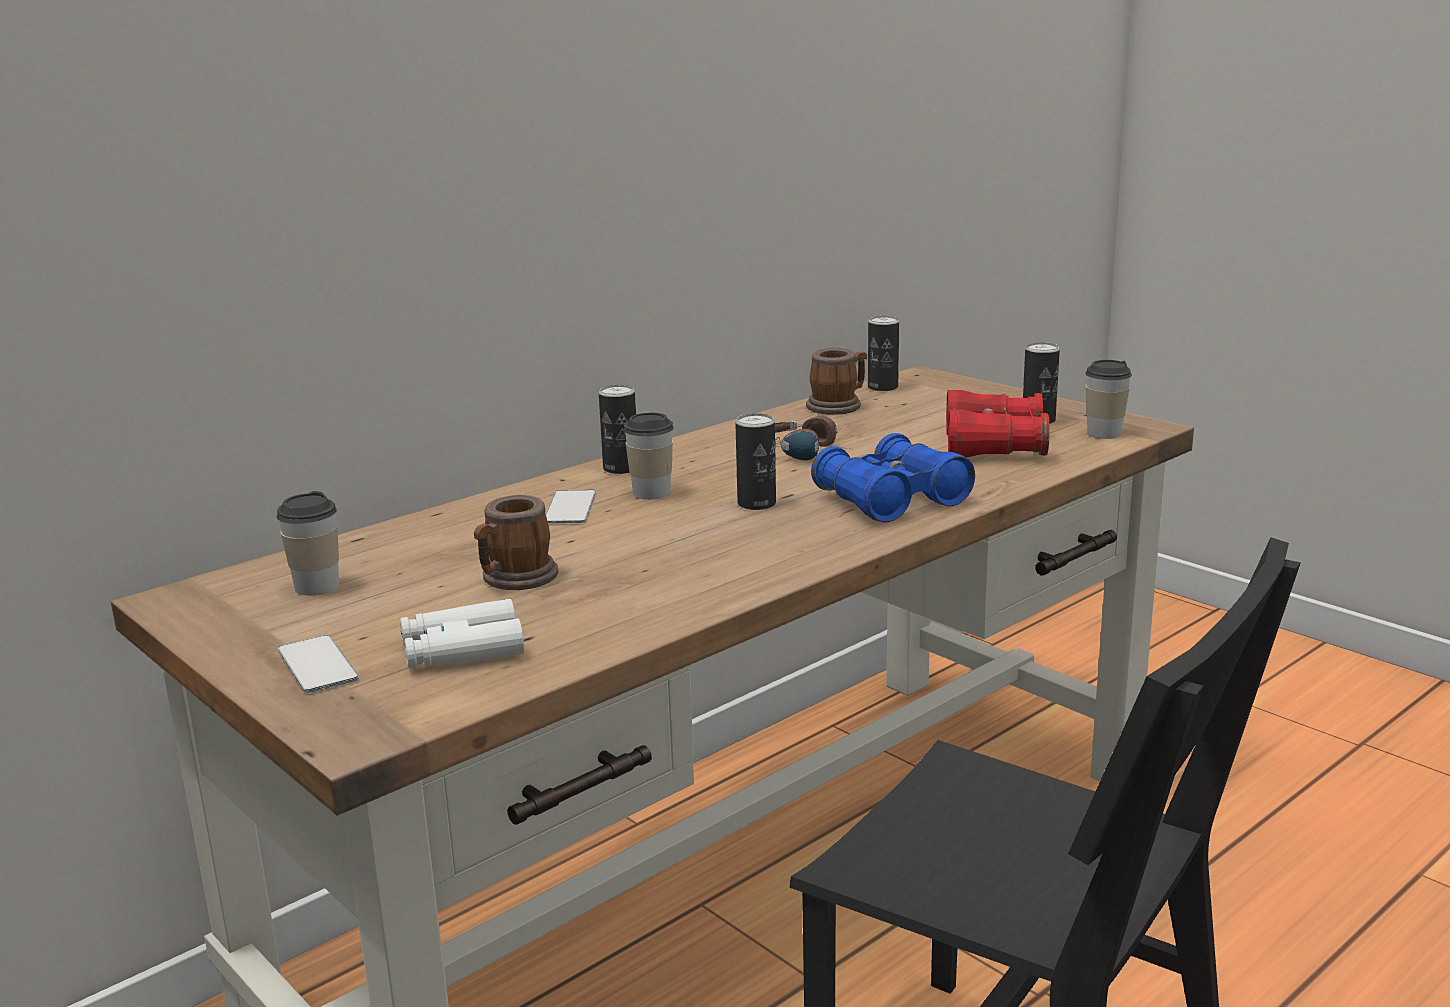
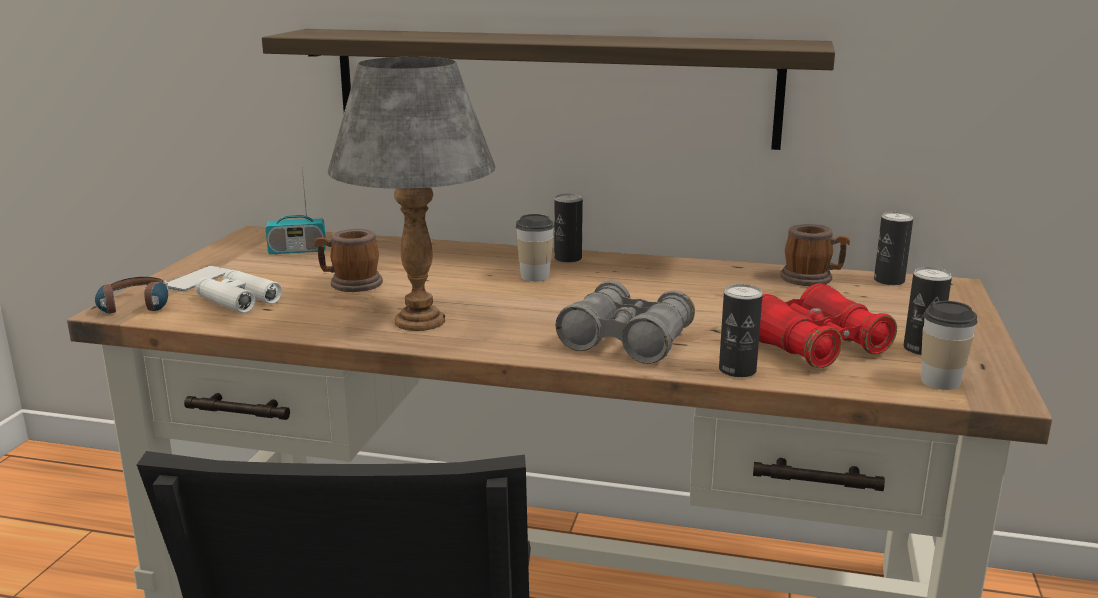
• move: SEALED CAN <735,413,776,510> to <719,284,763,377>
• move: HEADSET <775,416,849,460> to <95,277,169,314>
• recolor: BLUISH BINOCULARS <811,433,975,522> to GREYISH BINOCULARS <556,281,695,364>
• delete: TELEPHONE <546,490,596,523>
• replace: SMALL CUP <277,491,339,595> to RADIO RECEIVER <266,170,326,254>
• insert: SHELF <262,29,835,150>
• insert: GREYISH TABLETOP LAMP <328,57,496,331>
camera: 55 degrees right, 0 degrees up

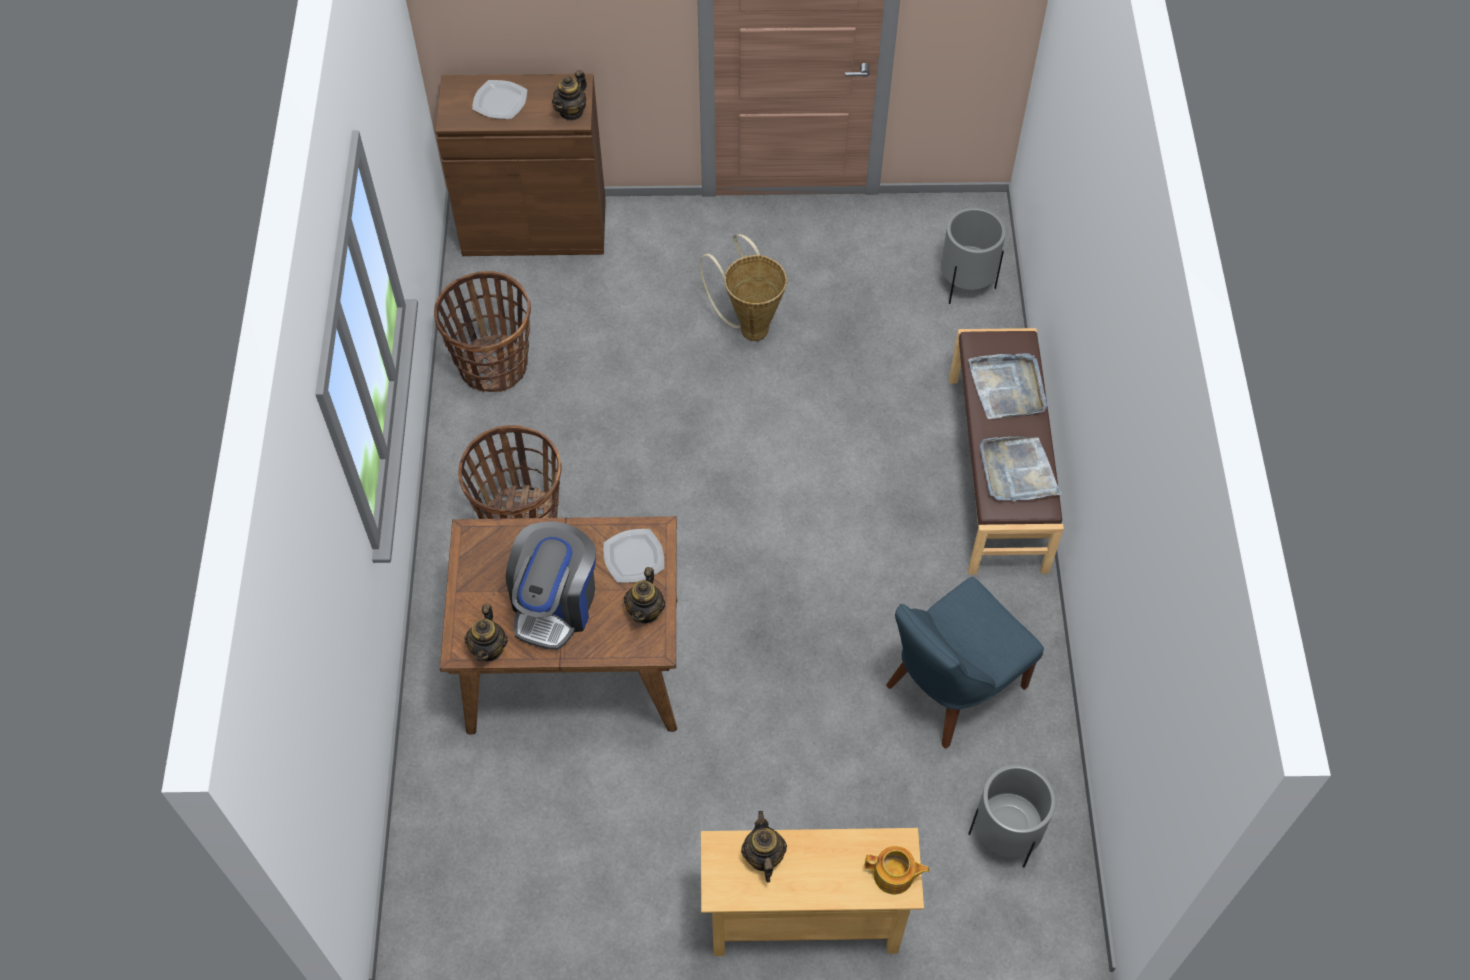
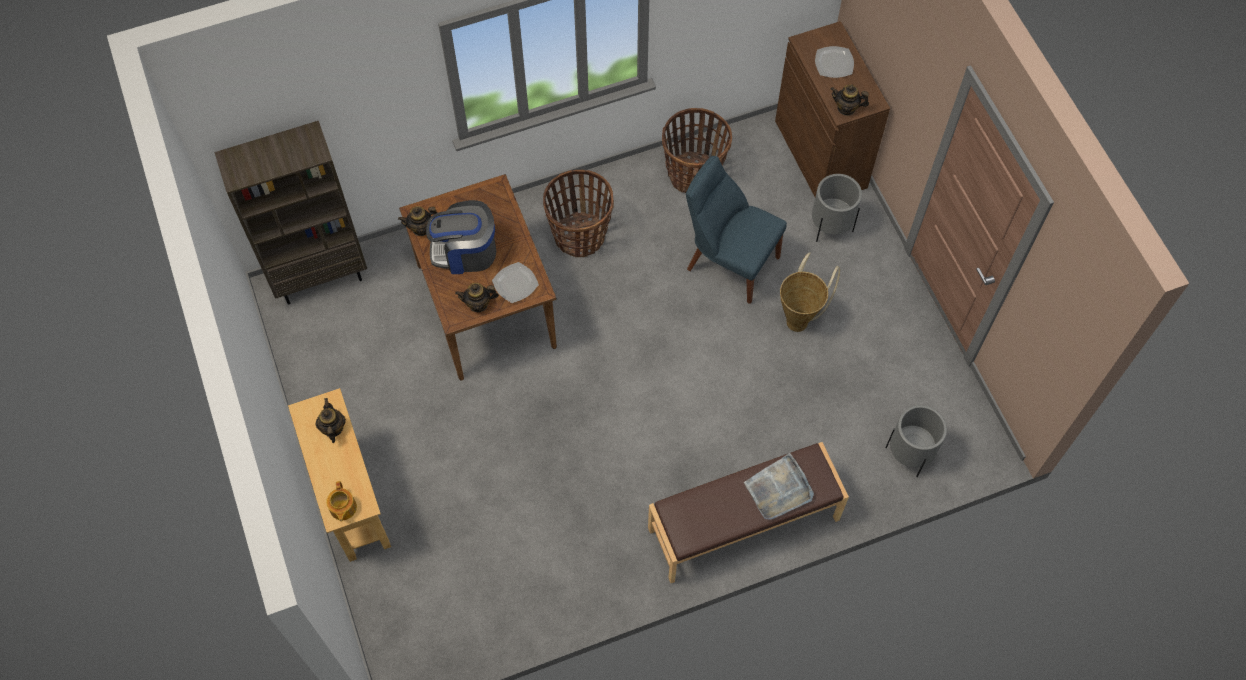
• delete: GREYISH CARRYING TRAY <980,436,1062,501>
• move: BLUISH PLAIN CHAIR <886,577,1044,749> to <686,156,787,304>
• move: GREYISH FLOWER POT <968,764,1056,868> to <812,174,862,242>
• rotate: TEA POT <741,811,787,883> = <315,398,346,443> 75 degrees counterclockwise
• insert: BROWNISH BOOKCASE <214,121,367,304>
camera: 70 degrees right, 5 degrees up

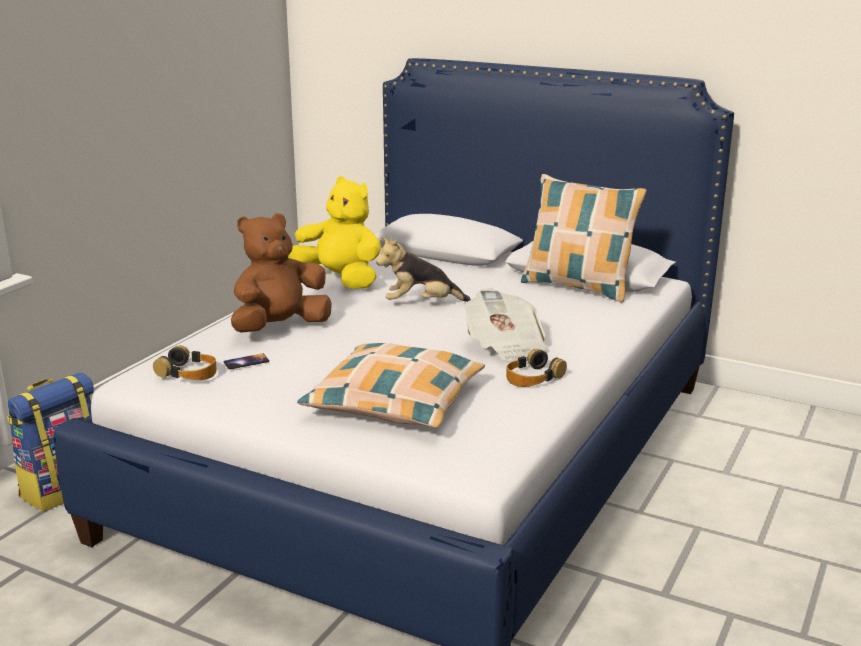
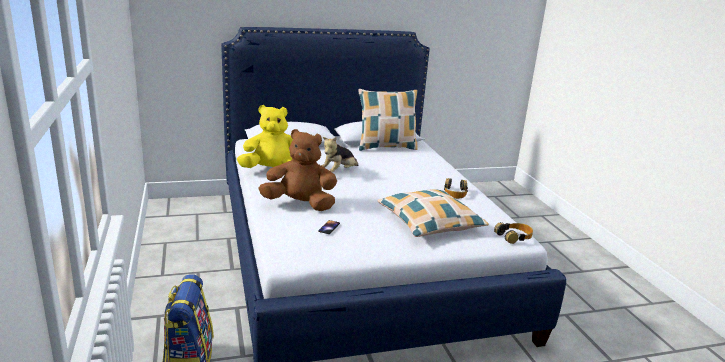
• rotate: BROWNISH PLUSH TOY <231,213,332,333> = <258,129,337,211> 90 degrees clockwise
• delete: NEWSPAPER <464,288,548,364>
• move: HEADSET <153,345,217,380> to <494,222,533,244>
camera: 45 degrees left, 0 degrees up

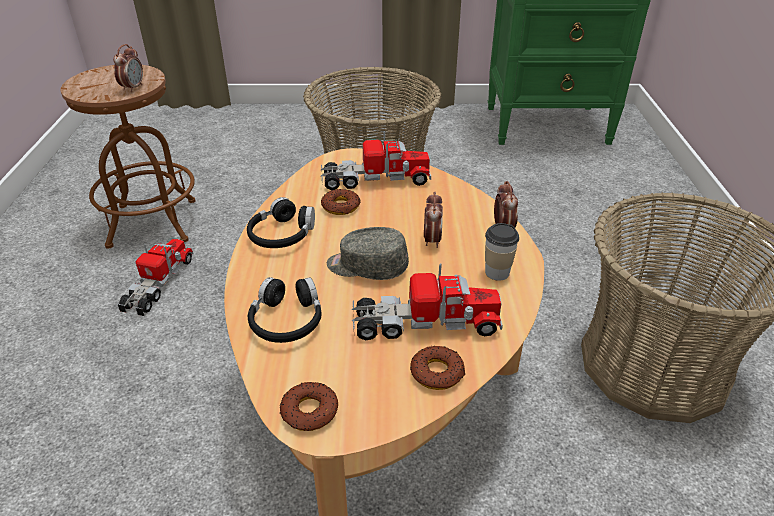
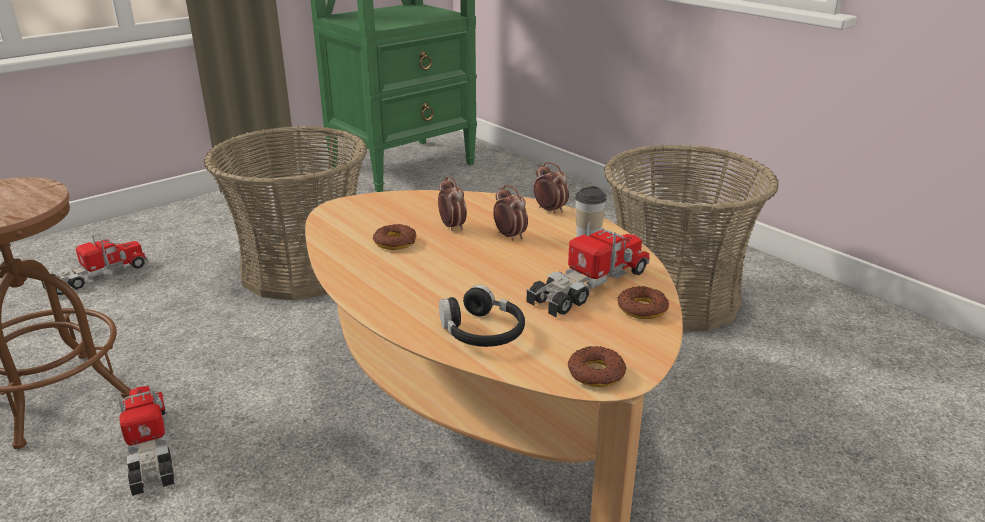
• move: TABLE CLOCK <113,44,143,92> to <438,176,467,231>
• move: MODEL TRUCK <321,132,431,190> to <41,234,148,295>
• delete: BLACKISH HEADSET <247,197,315,248>
• delete: GREYISH PEAKED CAP <327,227,409,280>
camera: 40 degrees left, 10 degrees down

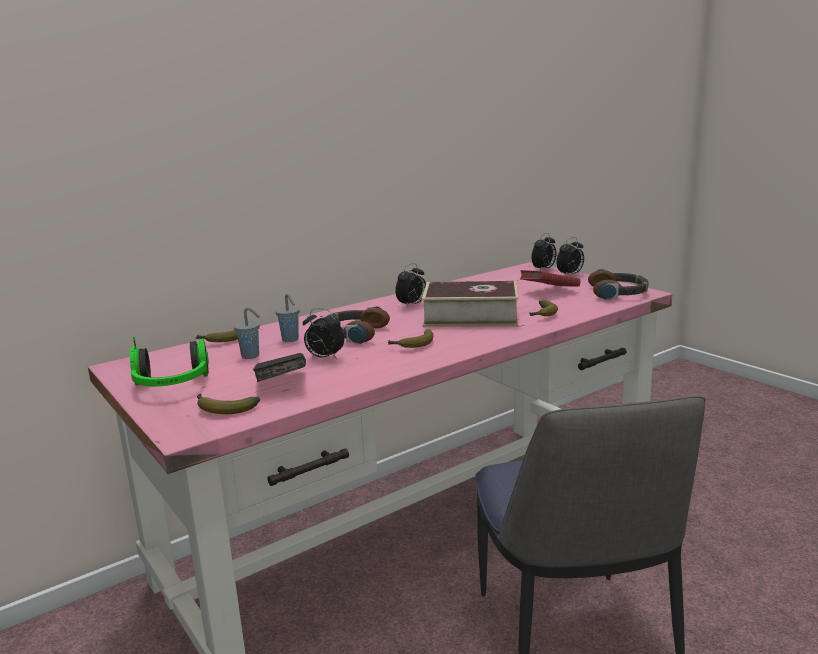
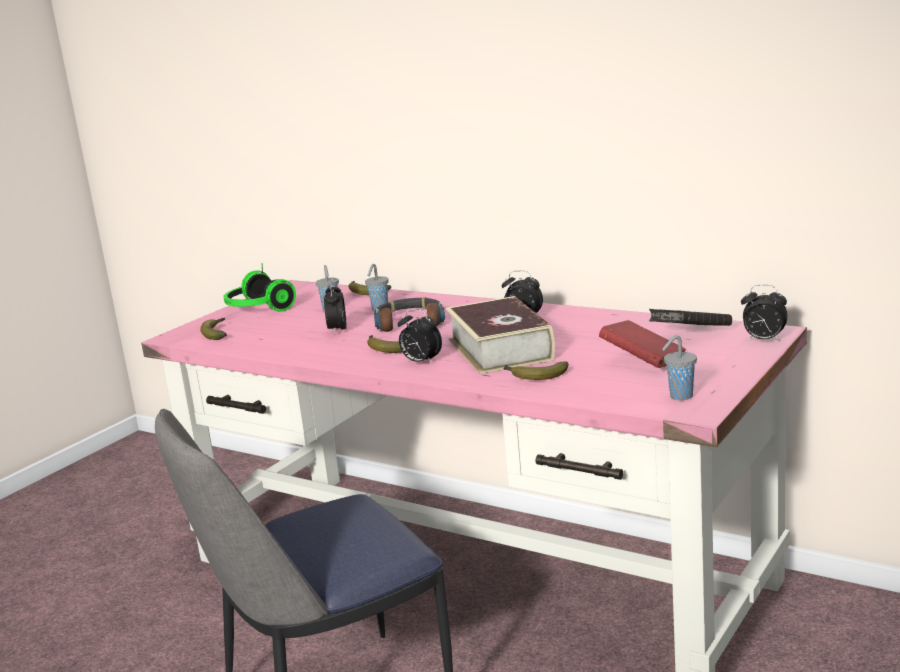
• move: TABLE CLOCK <556,237,584,276> to <398,309,442,364>
• replace: HEADSET <588,269,649,300> to GREYISH SMALL CUP <662,335,697,400>
• move: BLACKISH BOOK <253,353,306,382> to <649,309,732,326>
camera: 70 degrees right, 0 degrees up

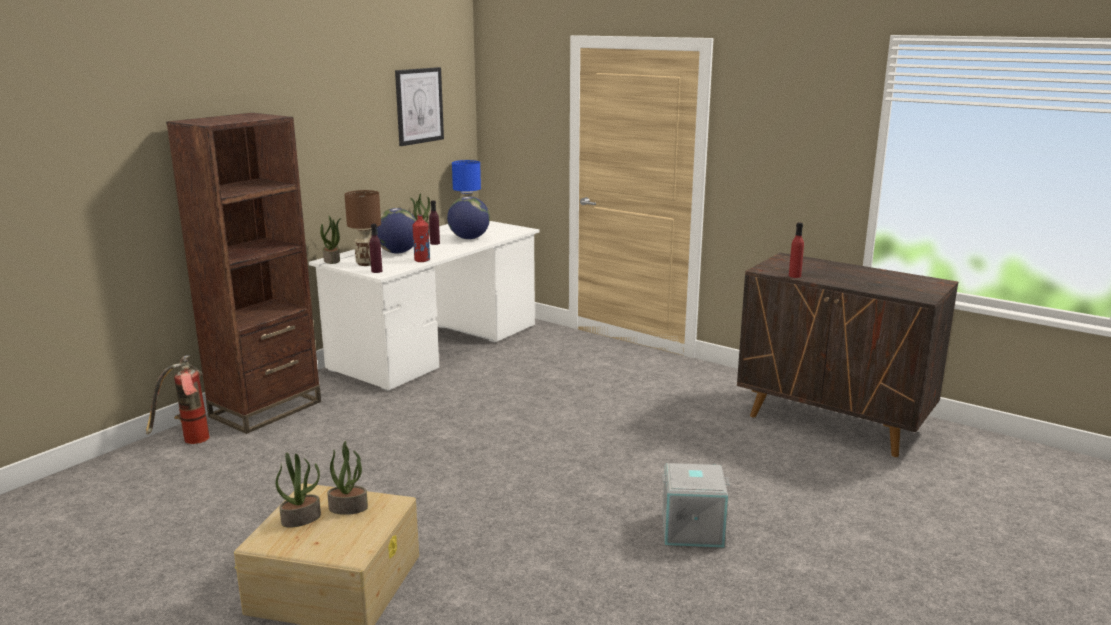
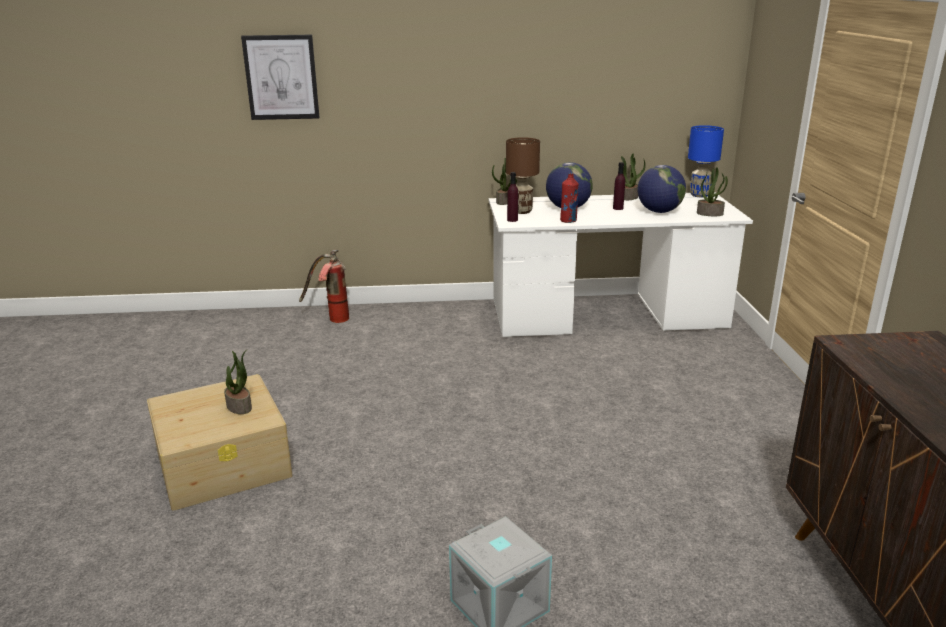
• move: WALL ART <395,67,444,146> to <241,35,320,120>
• delete: BROWNISH BOOKCASE <166,113,321,434>
• delete: RED-COLOURED BEVERAGE BOTTLE <789,223,804,278>
• move: POTTED PLANT <276,453,321,528> to <697,167,728,216>
camera: 50 degrees right, 5 degrees up

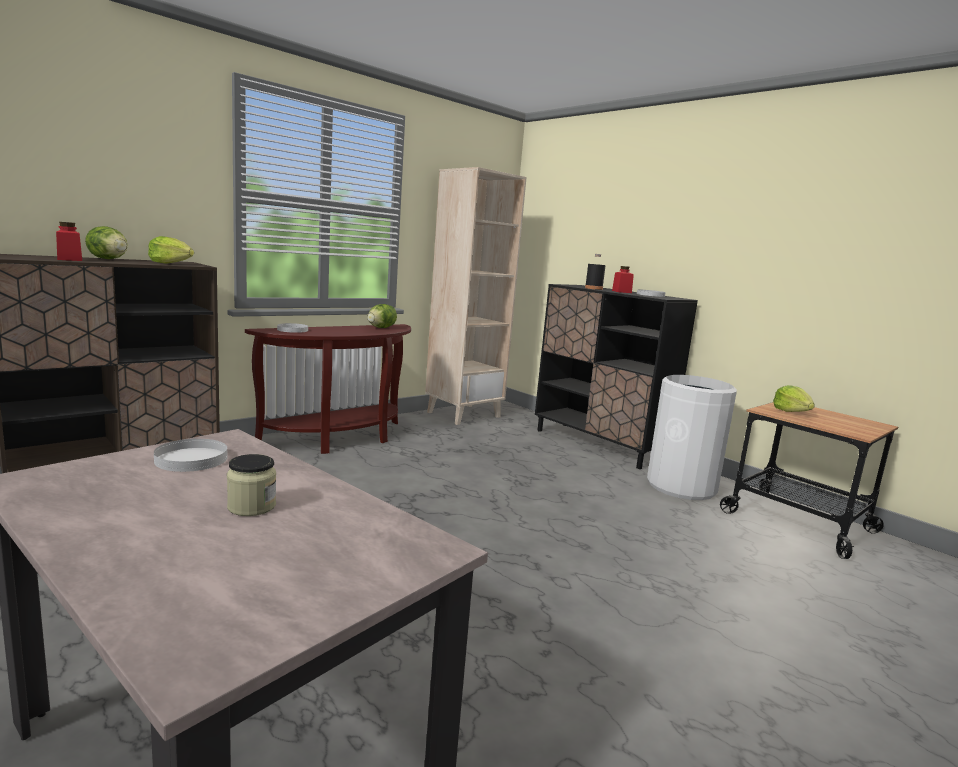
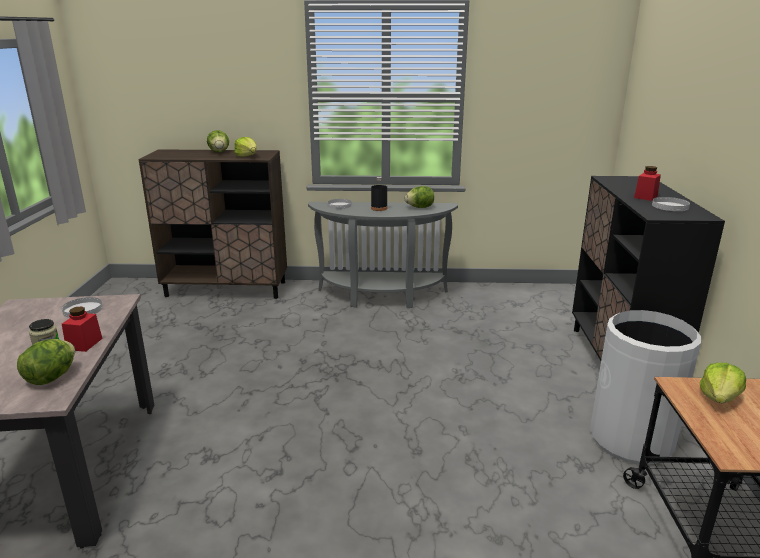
• delete: BEIGE BOOKCASE <425,167,527,425>
• move: RED-COLOURED JAR <56,222,82,261> to <62,306,103,352>
• move: BLACKISH BEVERAGE BOTTLE <585,254,606,290> to <371,177,387,211>
• recolor: BROWNISH CONSOLE TABLE <245,324,411,454> to GREYISH CONSOLE TABLE <308,202,458,308>
• insert: LETTUCE HEAD <17,339,75,385>
camera: 45 degrees right, 10 degrees up

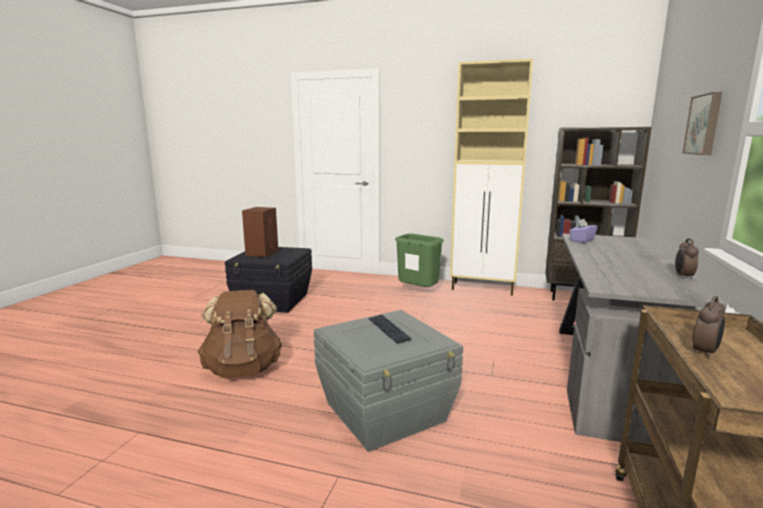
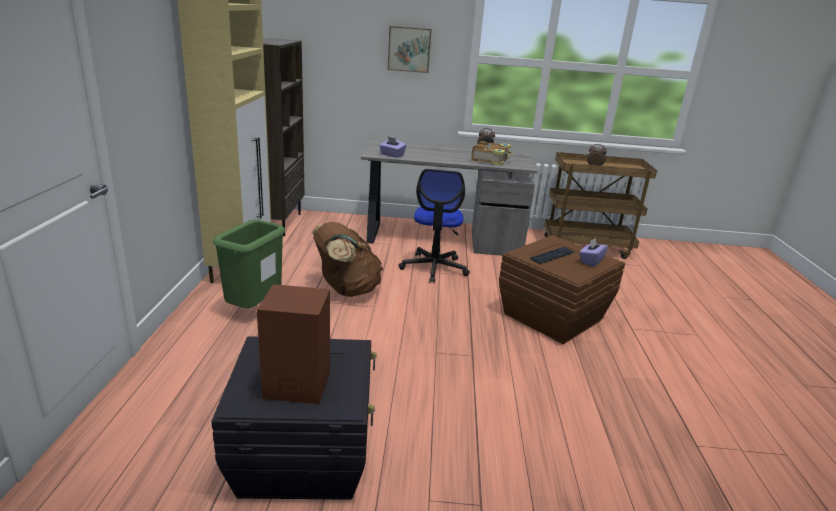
• move: BROWNISH BACKPACK <198,290,282,378> to <312,222,383,297>
• recolor: GREYISH STORAGE CONTAINER <314,310,463,452> to BROWNISH STORAGE CONTAINER <499,235,625,344>
• insert: BOOK <472,141,514,166>
• insert: COMPUTER CHAIR <398,169,470,283>
• insert: PURPLE-COLOURED BOX OF TISSUES <580,238,608,267>
camera: 105 degrees left, 10 degrees up

